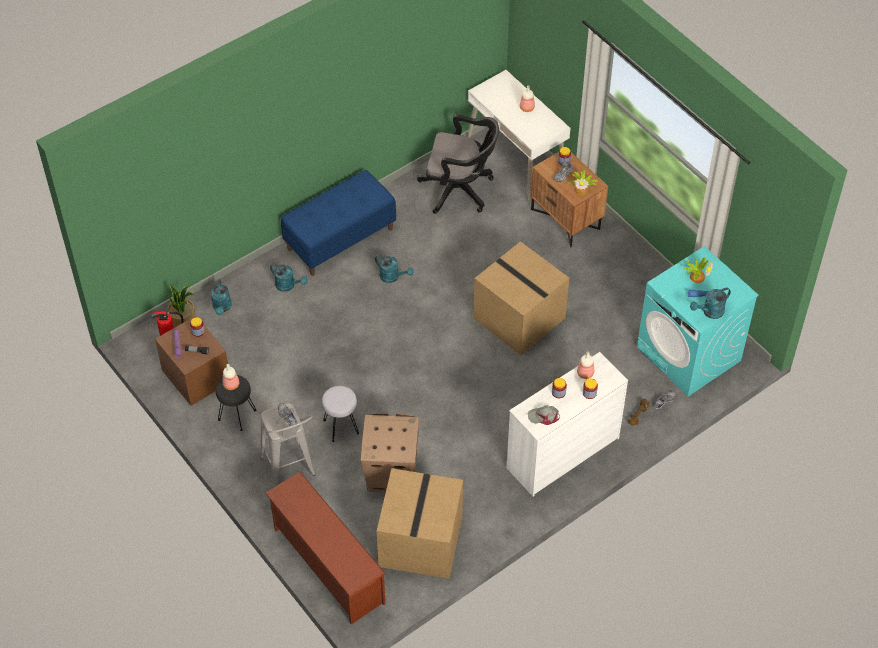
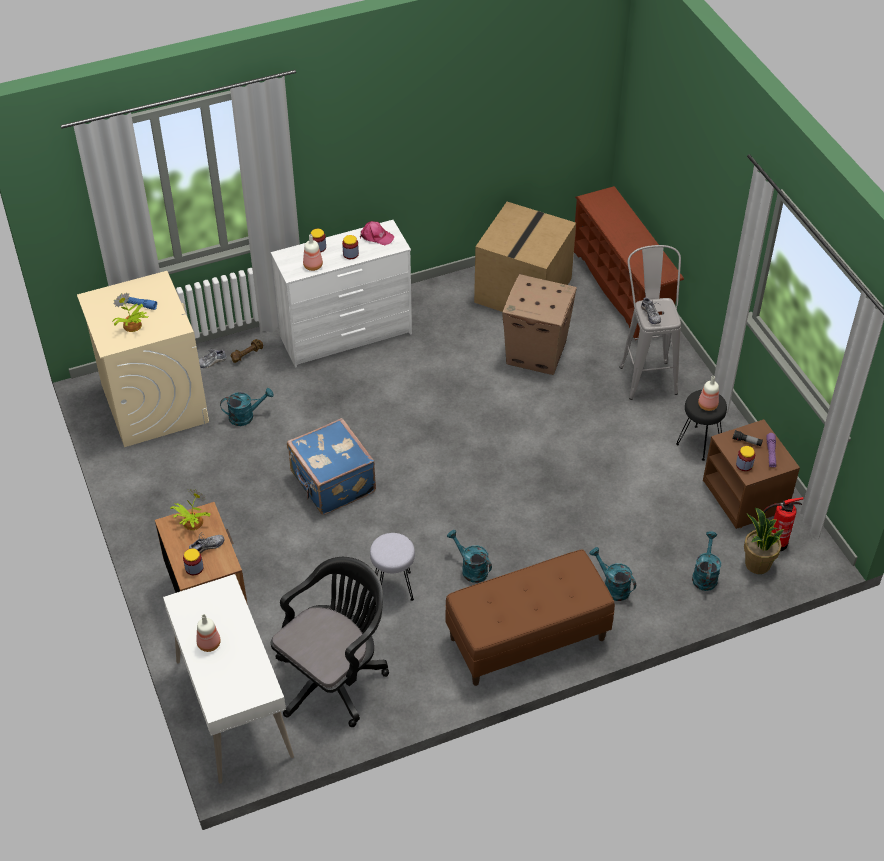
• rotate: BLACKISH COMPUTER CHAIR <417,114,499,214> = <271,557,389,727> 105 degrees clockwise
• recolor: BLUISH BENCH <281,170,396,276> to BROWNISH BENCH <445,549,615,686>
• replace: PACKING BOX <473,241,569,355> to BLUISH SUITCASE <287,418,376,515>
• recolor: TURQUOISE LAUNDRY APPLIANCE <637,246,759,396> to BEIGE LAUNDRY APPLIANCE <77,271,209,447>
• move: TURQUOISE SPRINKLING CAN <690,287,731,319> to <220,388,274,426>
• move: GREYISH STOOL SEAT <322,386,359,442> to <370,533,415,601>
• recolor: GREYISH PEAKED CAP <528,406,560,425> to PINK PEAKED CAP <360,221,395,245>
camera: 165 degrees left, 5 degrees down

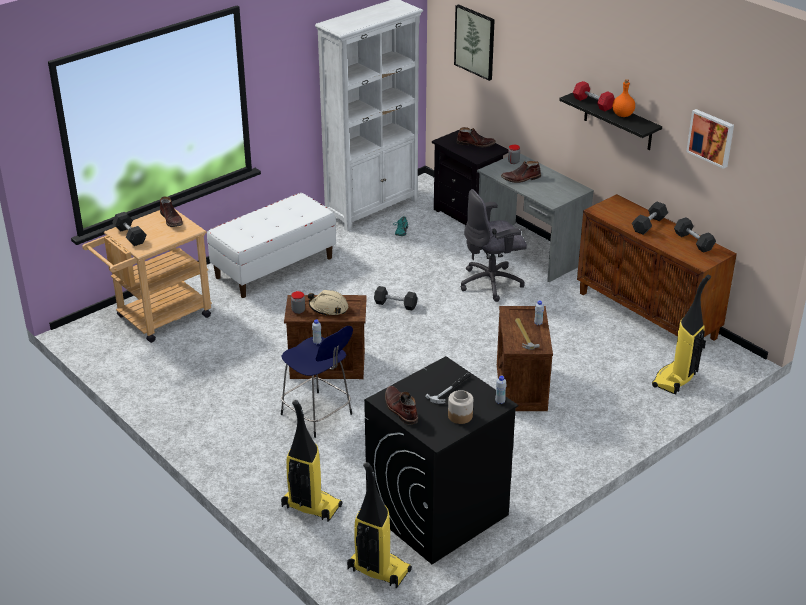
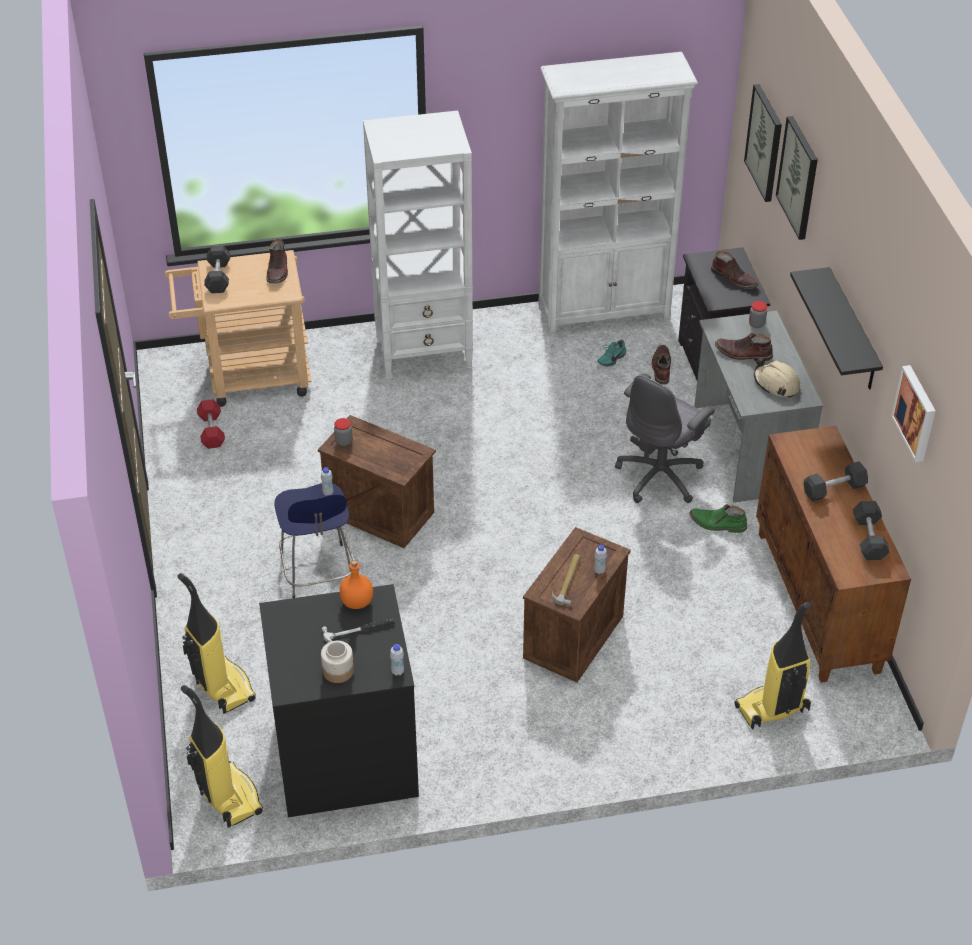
• move: ORANGE-COLOURED BEVERAGE BOTTLE <613,79,635,117> to <339,560,373,609>
• move: RED-COLOURED HAND WEIGHT <573,81,615,111> to <197,399,225,449>
• rotate: GREYISH COMPUTER CHAIR <461,189,527,302> = <615,373,715,503> 60 degrees counterclockwise
• replace: WHITISH BENCH <207,193,336,298> to WHITISH BOOKCASE <363,111,473,382>
• delete: BLACKISH HAND WEIGHT <374,286,418,311>
• move: BEIGE HARD HAT <308,290,348,316> to <754,358,801,398>
• move: BROWNISH TALL BOOT <385,386,418,425> to <652,345,671,385>
• insert: WALL ART <776,116,818,240>
• insert: GREENISH TALL BOOT <690,504,747,533>
camera: 30 degrees right, 10 degrees up

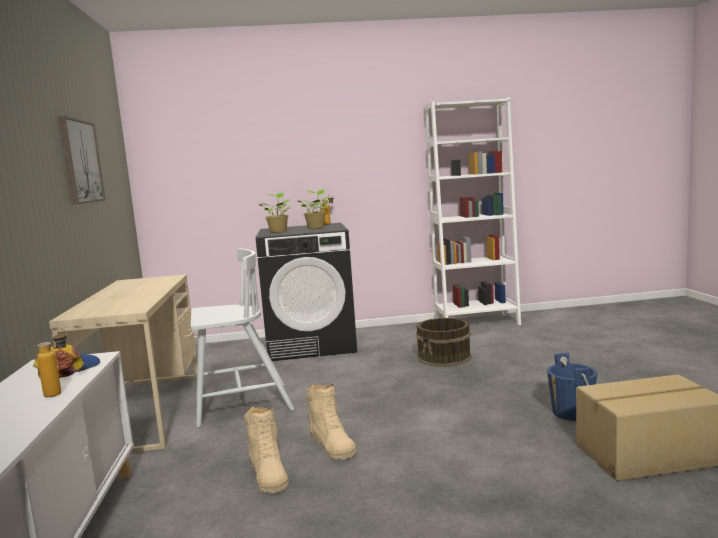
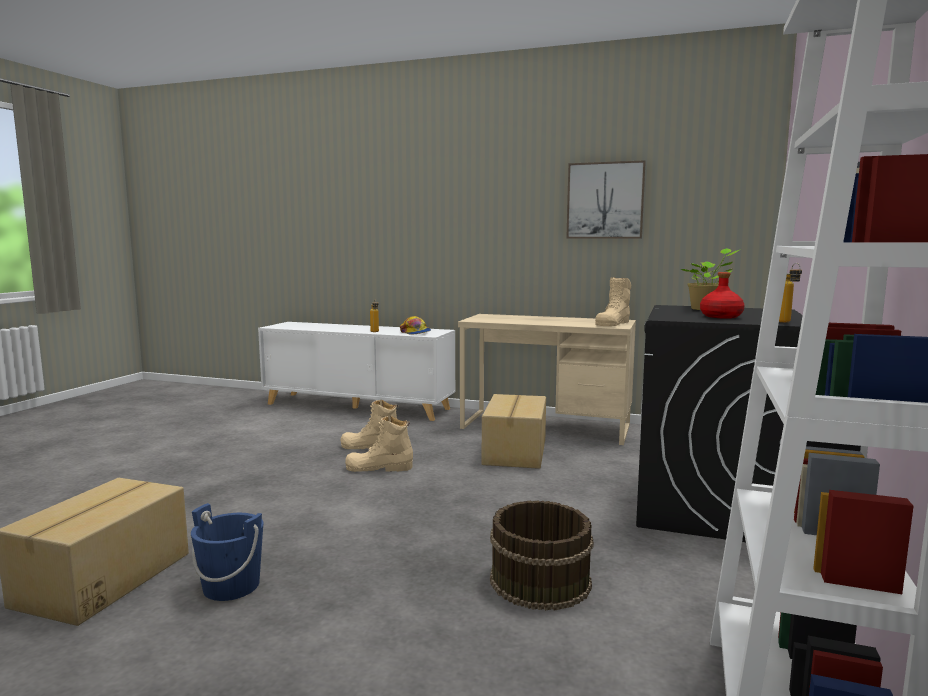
• replace: POTTED PLANT <298,190,330,229> to RED-COLOURED BEVERAGE BOTTLE <700,272,745,319>
• replace: WHITISH PLAIN CHAIR <191,248,294,427> to PACKING BOX <482,394,546,469>
• insert: BEIGE TALL BOOT <595,278,631,326>
camera: 115 degrees right, 0 degrees up

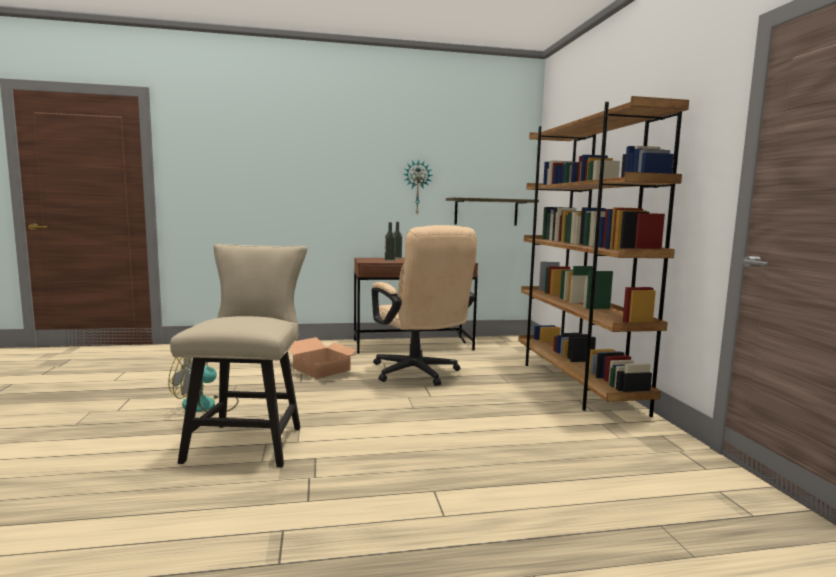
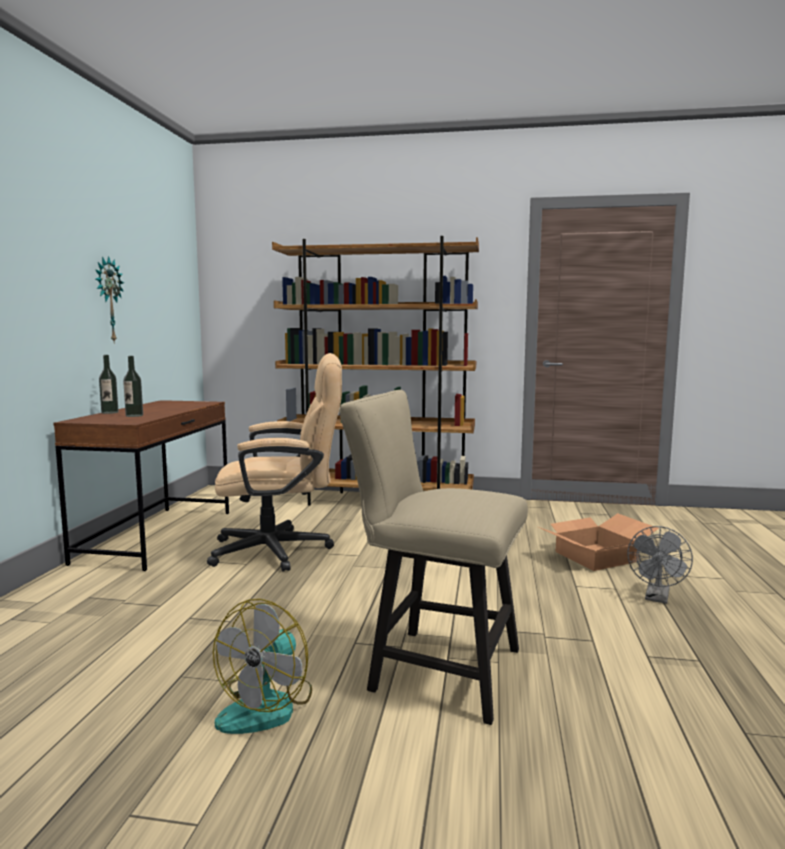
• delete: SHELF <446,197,539,226>
• move: PACKING BOX <289,337,362,379> to <538,513,659,571>
• insert: GREYISH COOLING FAN <627,526,693,604>
camera: 70 degrees left, 0 degrees up

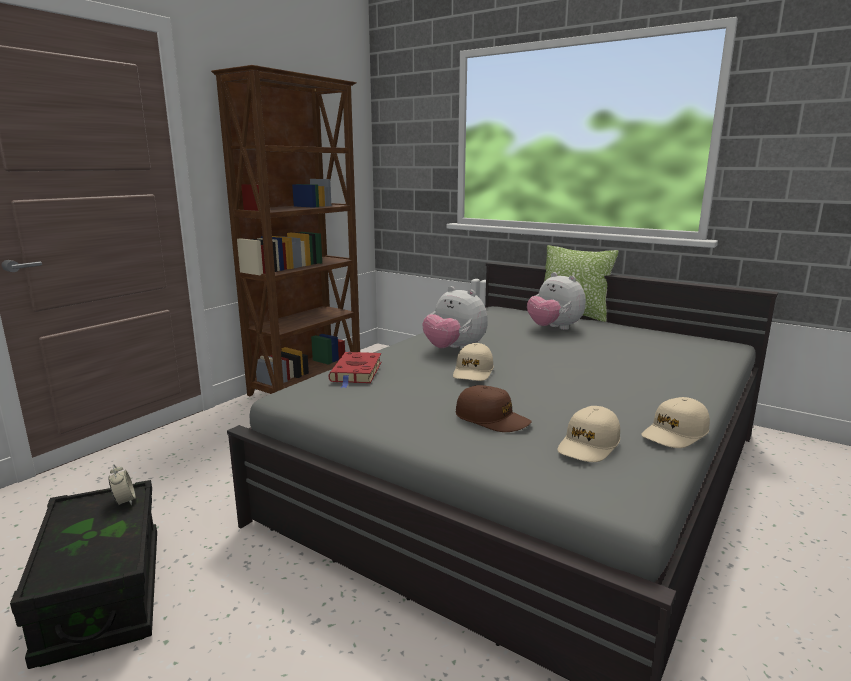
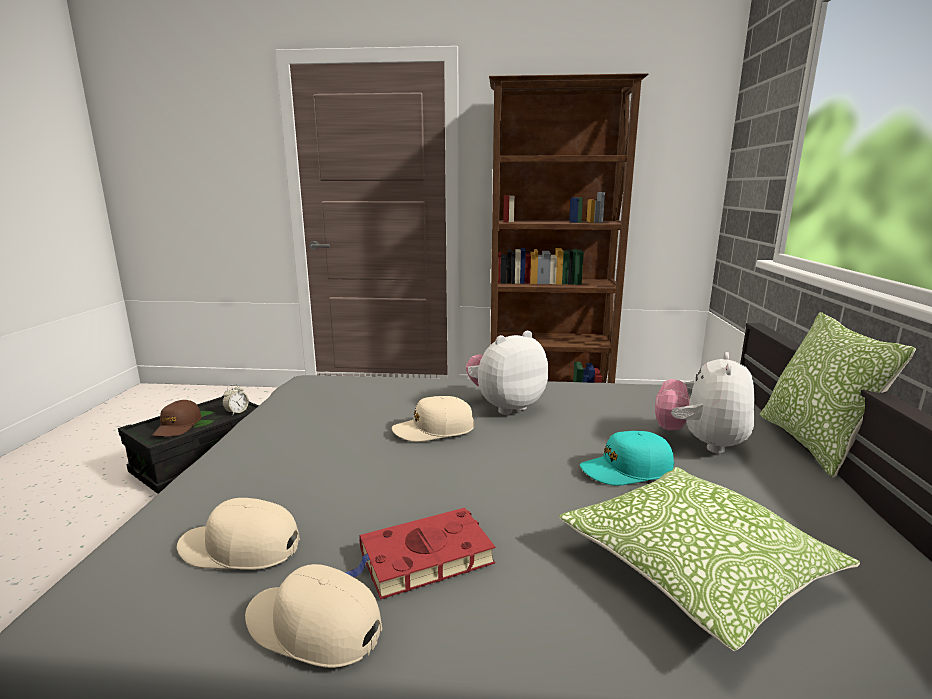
• rotate: PLUSH TOY <423,286,488,349> = <466,330,548,415> 45 degrees clockwise
• move: RED-COLOURED BOOK <329,352,381,388> to <345,508,495,599>
• move: BROWNISH PEAKED CAP <456,385,532,432> to <153,400,202,436>
• insert: TURQUOISE PEAKED CAP <580,431,674,486>
• insert: THROW PILLOW <559,467,860,652>
camera: 60 degrees right, 0 degrees up

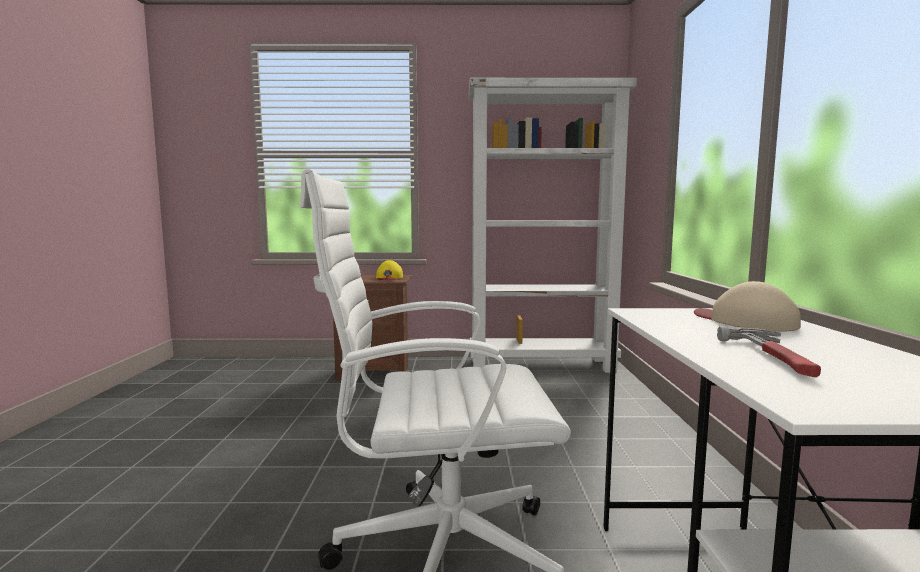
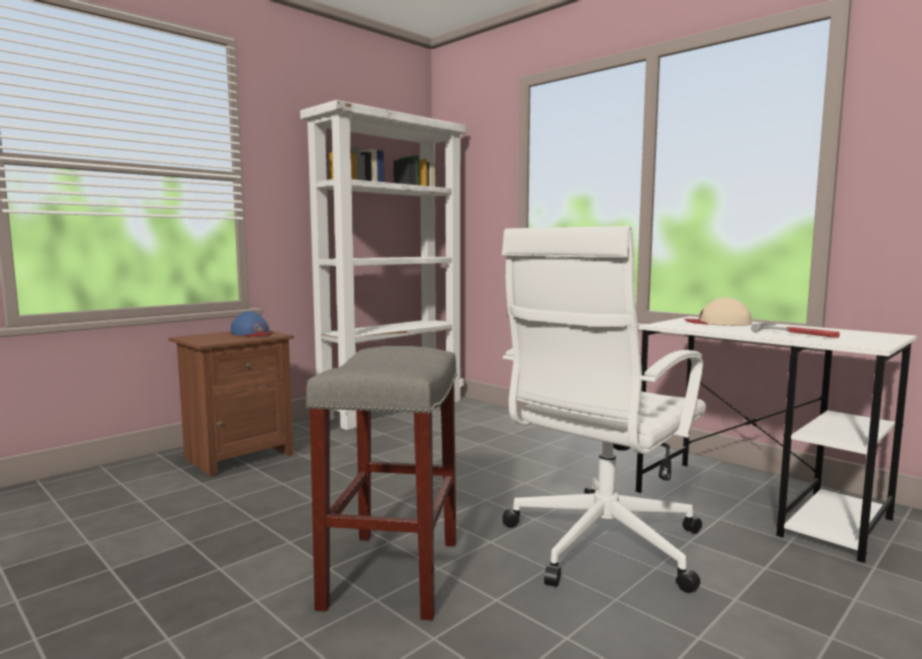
• recolor: YELLOWISH PEAKED CAP <376,260,403,280> to BLUISH PEAKED CAP <231,311,272,337>
• insert: GREYISH STOOL SEAT <306,346,457,620>
camera: 45 degrees left, 0 degrees up

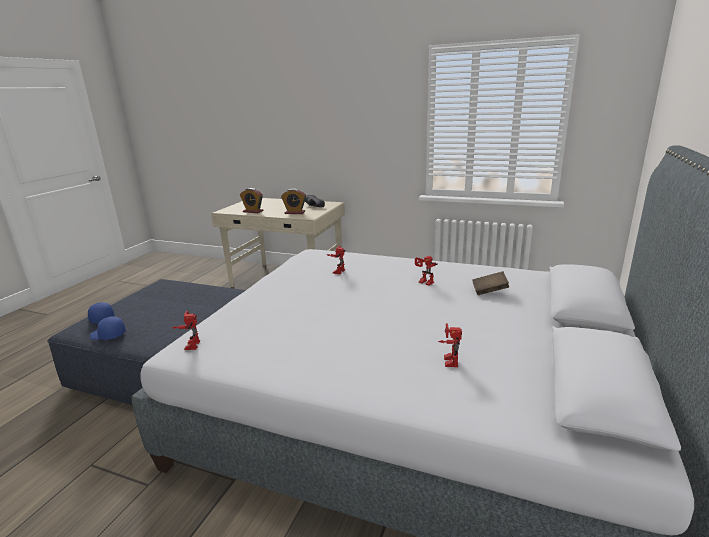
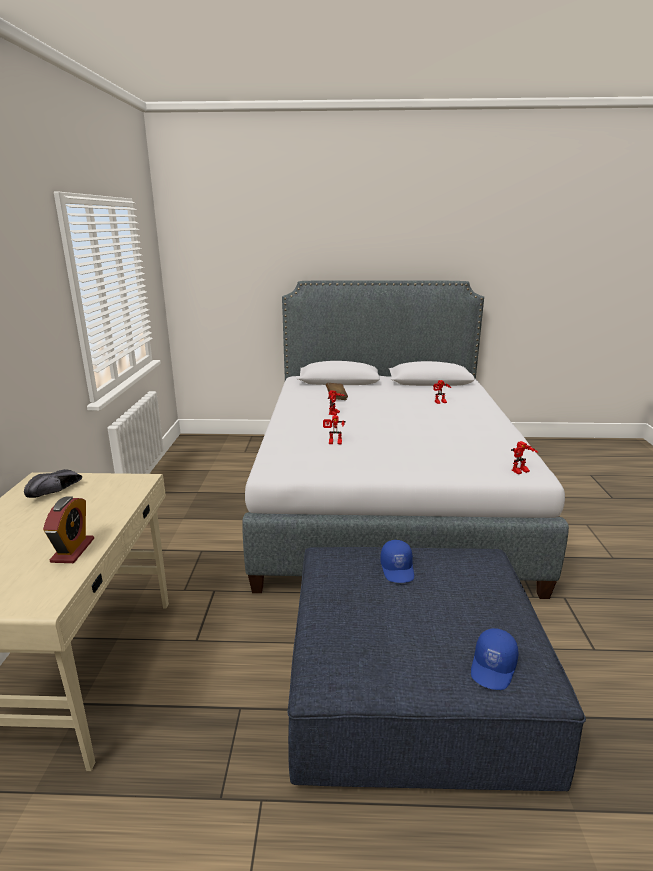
• delete: TABLE CLOCK <281,189,306,214>
• move: BLUISH PEAKED CAP <90,316,126,340> to <380,540,414,583>
camera: 110 degrees left, 0 degrees up

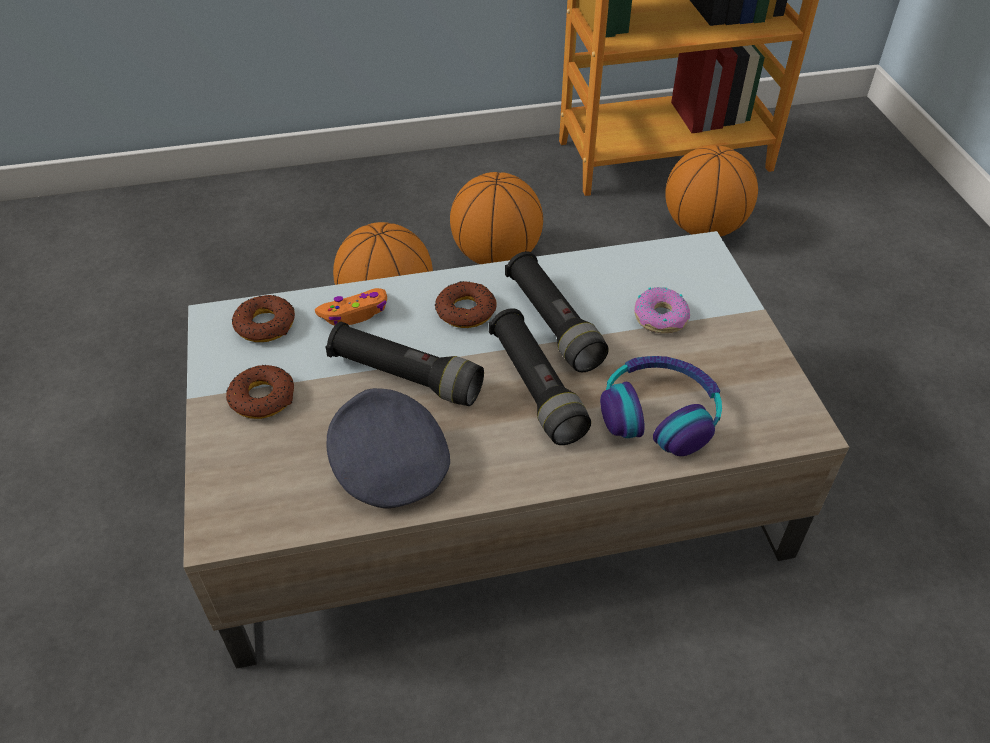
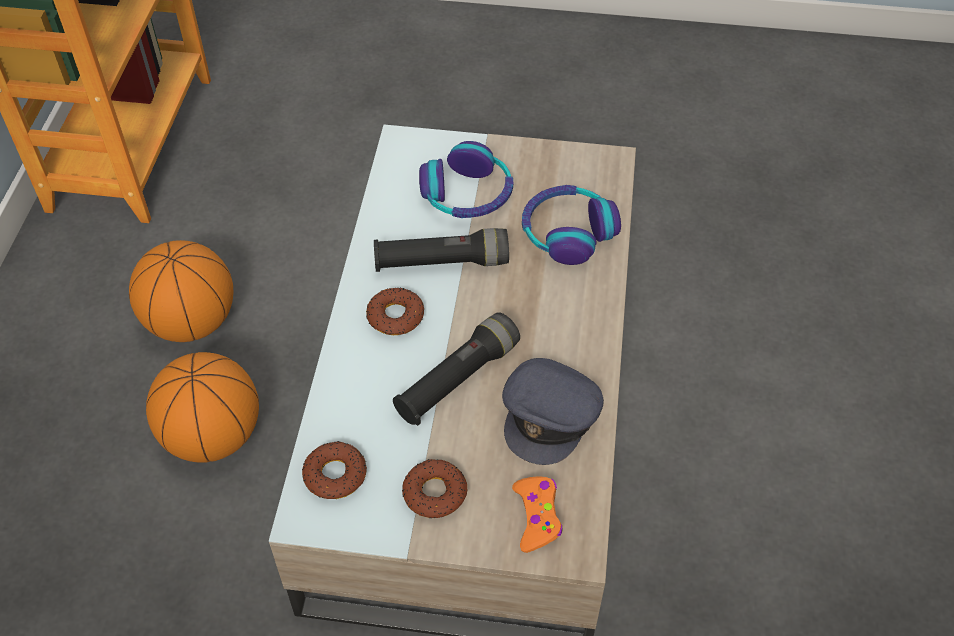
• delete: BASKETBALL BALL <665,145,758,237>
• replace: DOUGHNUT <634,287,690,333> to HEADSET <419,141,513,218>
• move: ORANGE-COLOURED GAMEPAD <315,288,387,325> to <512,477,562,553>
• delete: BLACKISH FLASHLIGHT <489,308,591,445>
• rotate: GREYISH PEAKED CAP <326,388,450,508> = <502,358,604,465> 60 degrees counterclockwise
camera: 70 degrees left, 5 degrees up

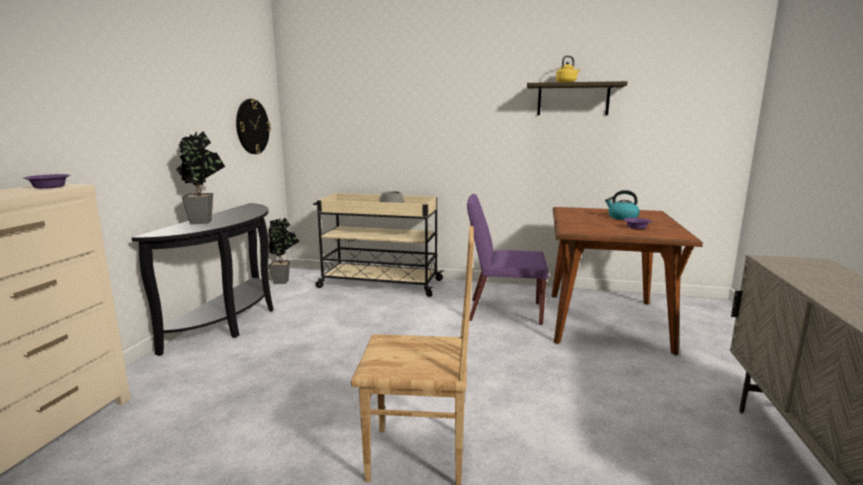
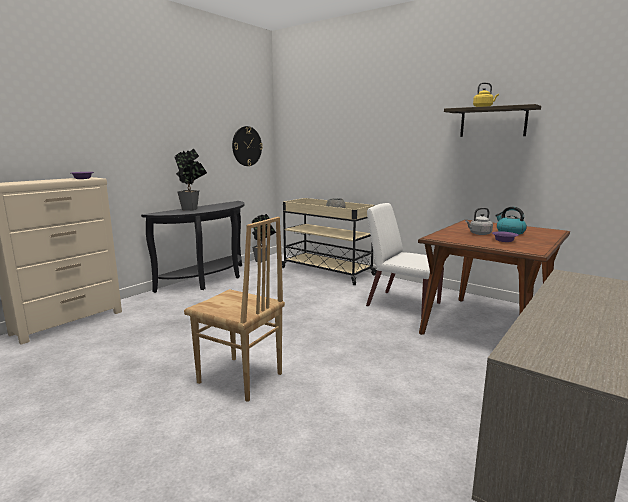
• recolor: PURPLE-COLOURED PLAIN CHAIR <467,194,549,325> to WHITISH PLAIN CHAIR <366,203,446,318>
• insert: GREYISH WATER KETTLE <465,208,493,235>
camera: 25 degrees right, 0 degrees up

